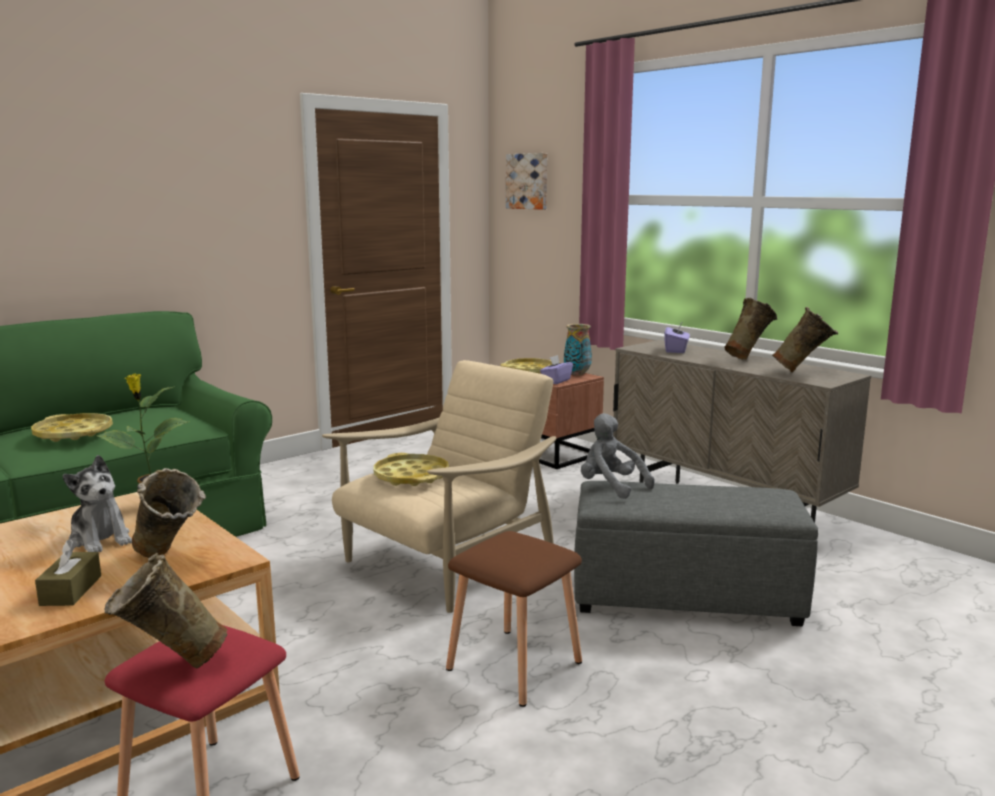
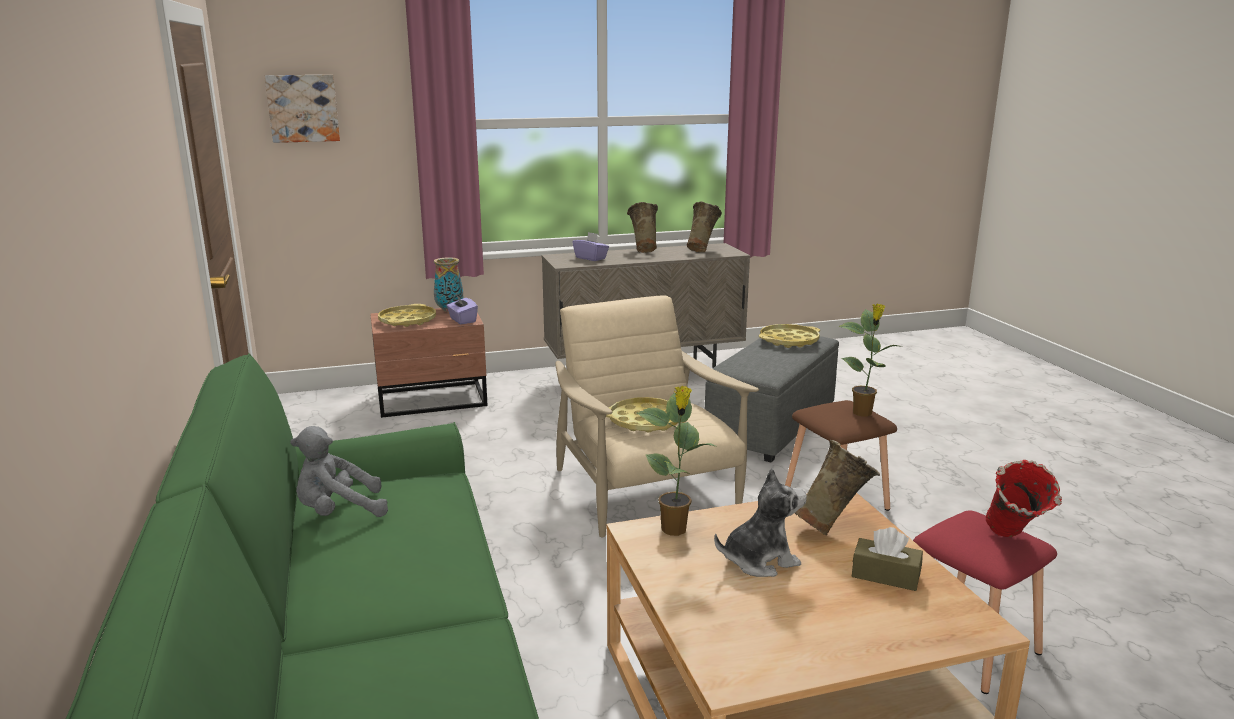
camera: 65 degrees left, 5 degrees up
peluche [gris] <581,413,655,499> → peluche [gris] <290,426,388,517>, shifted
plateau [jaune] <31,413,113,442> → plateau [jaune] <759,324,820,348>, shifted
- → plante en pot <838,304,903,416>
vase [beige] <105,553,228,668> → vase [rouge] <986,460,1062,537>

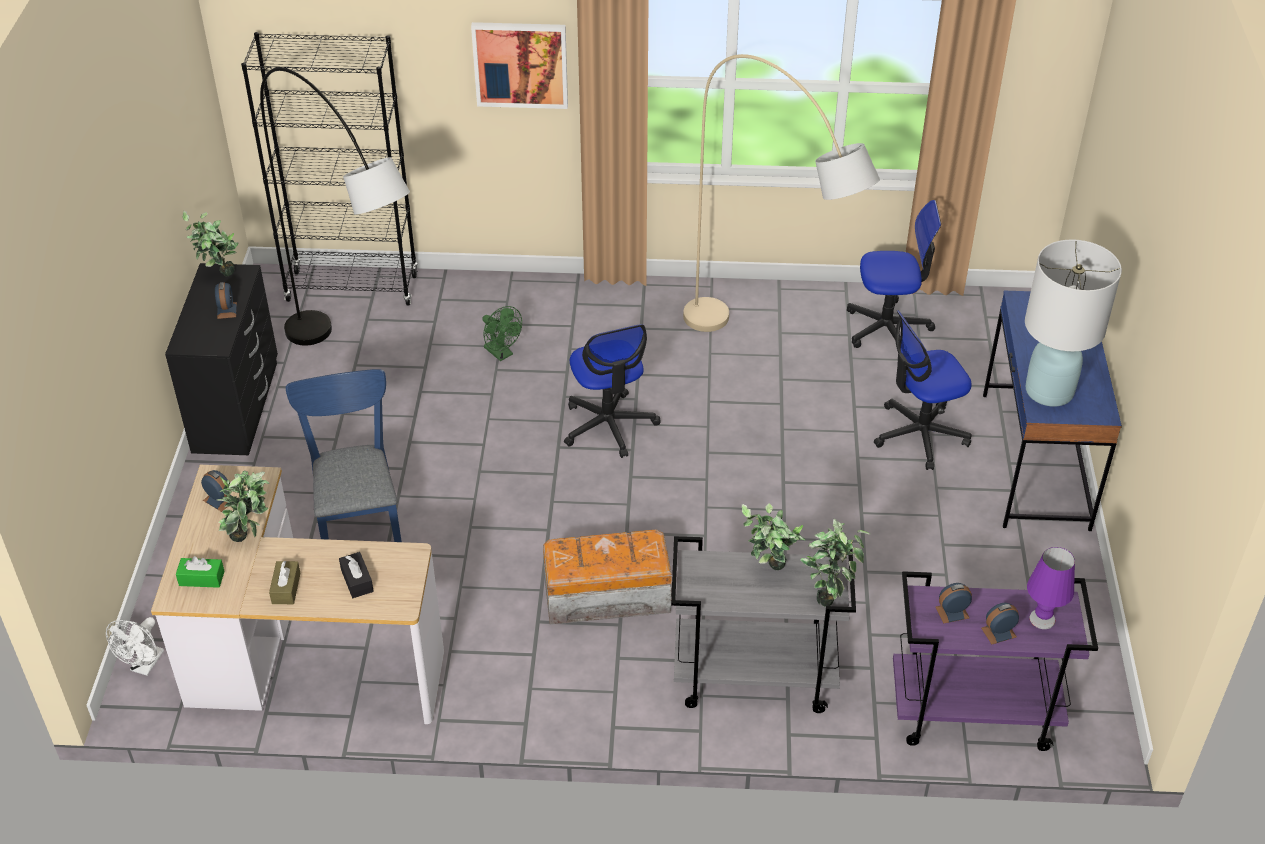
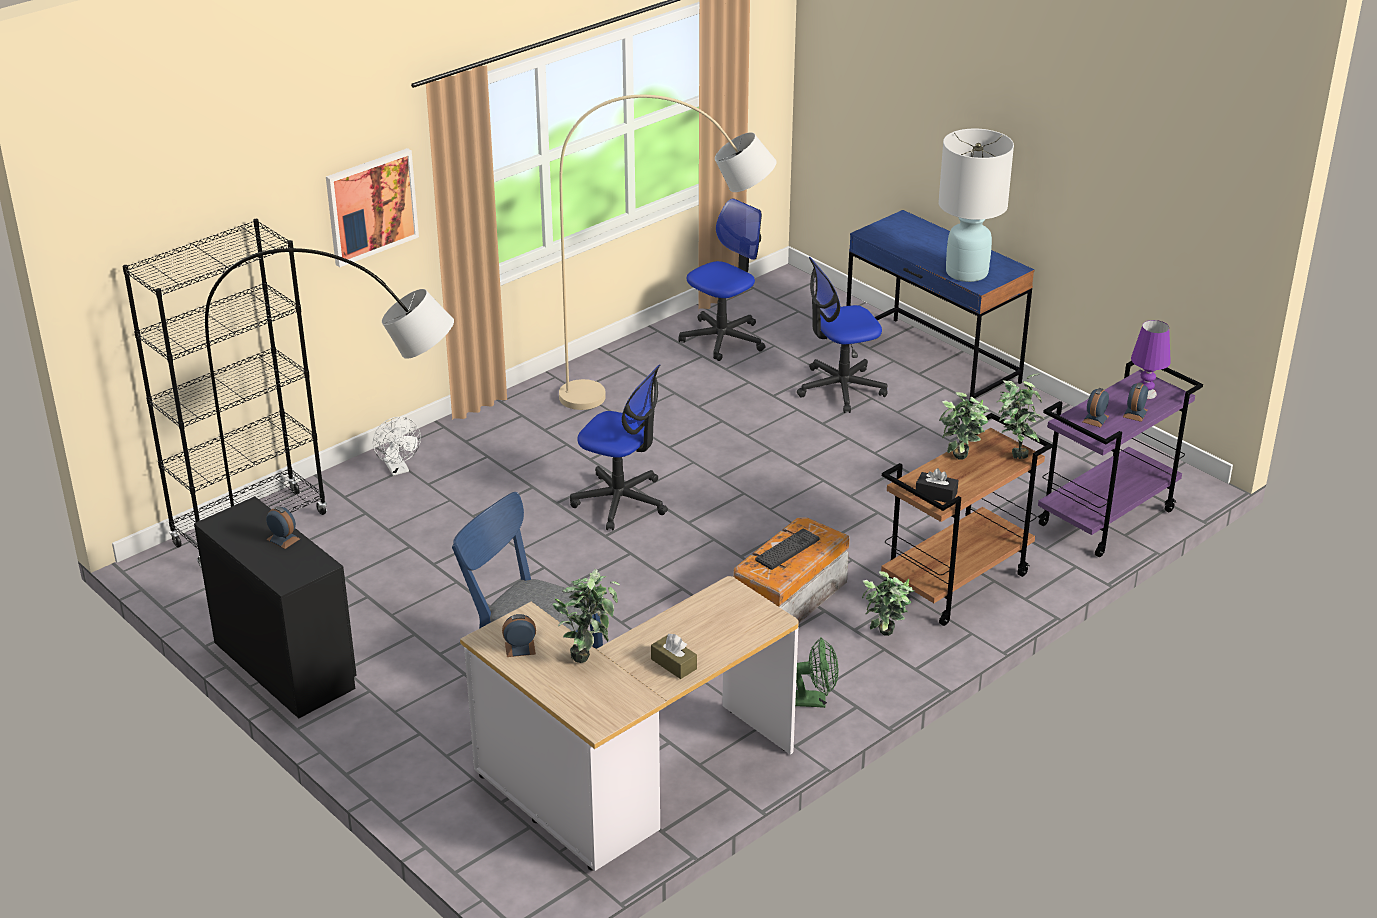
camera: 45 degrees left, 10 degrees down
ventilateur [blanc] <106,617,164,676> → ventilateur [blanc] <373,417,421,476>, shifted
- → clavier <755,529,820,570>
ventilateur [vert] <482,306,522,361> → ventilateur [vert] <795,637,839,708>, shifted
chaise de bureau <874,310,972,470> → chaise de bureau <797,257,888,413>, 45 degrees clockwise
plante en pot <182,211,239,276> → plante en pot <862,571,915,636>, shifted
chariot [gris] <671,536,856,713> → chariot [marron] <881,413,1053,626>
boîte à mouchoirs [noir] <339,552,374,598> → boîte à mouchoirs [noir] <915,468,958,503>, shifted
boîte à mouchoirs [vert] <176,556,225,588> → -

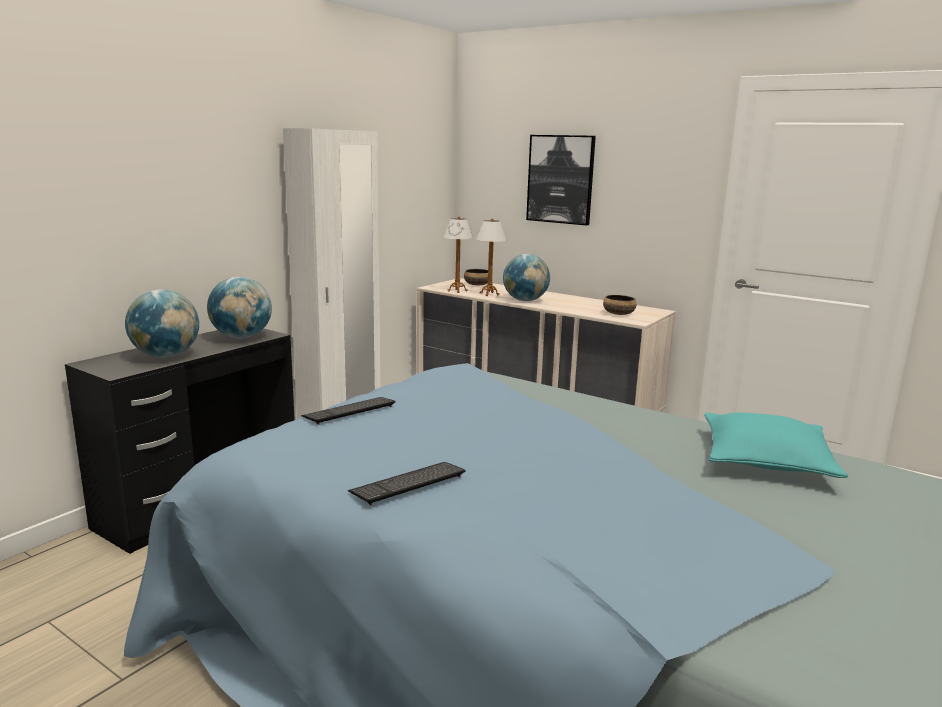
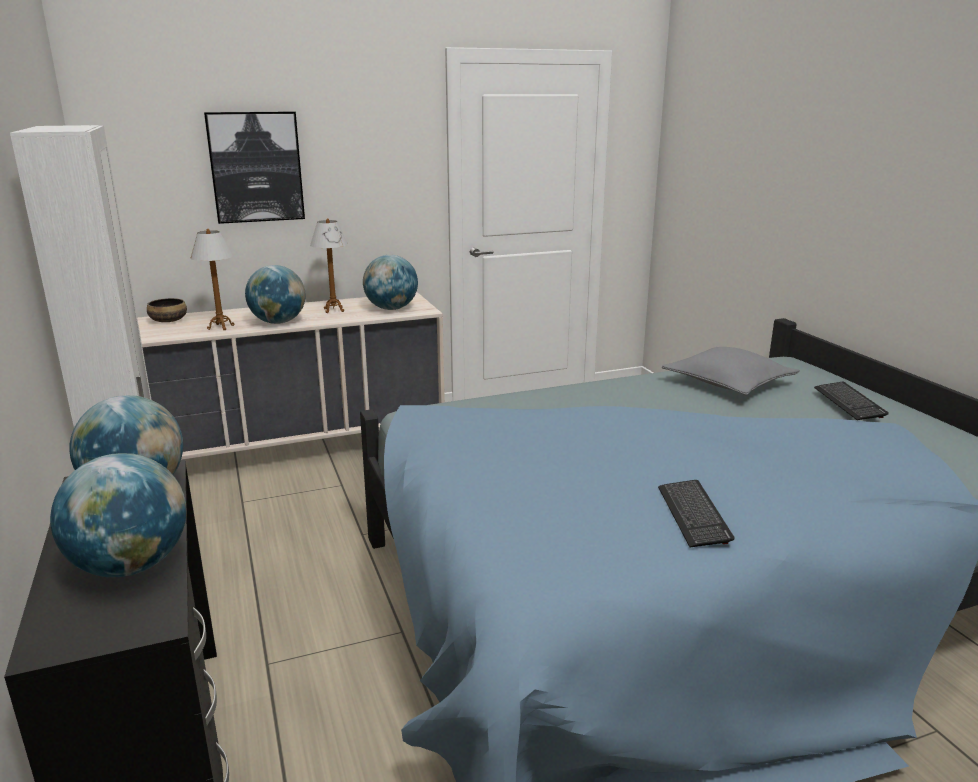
camera: 55 degrees left, 5 degrees up
lampe de table <444,216,473,293> → lampe de table <310,218,348,313>, shifted
bol <603,295,636,315> → globe <363,255,418,310>
coussin [turquoise] <704,412,848,478> → coussin [gris] <662,347,800,395>
clavier <301,397,395,425> → clavier <814,382,889,420>, shifted

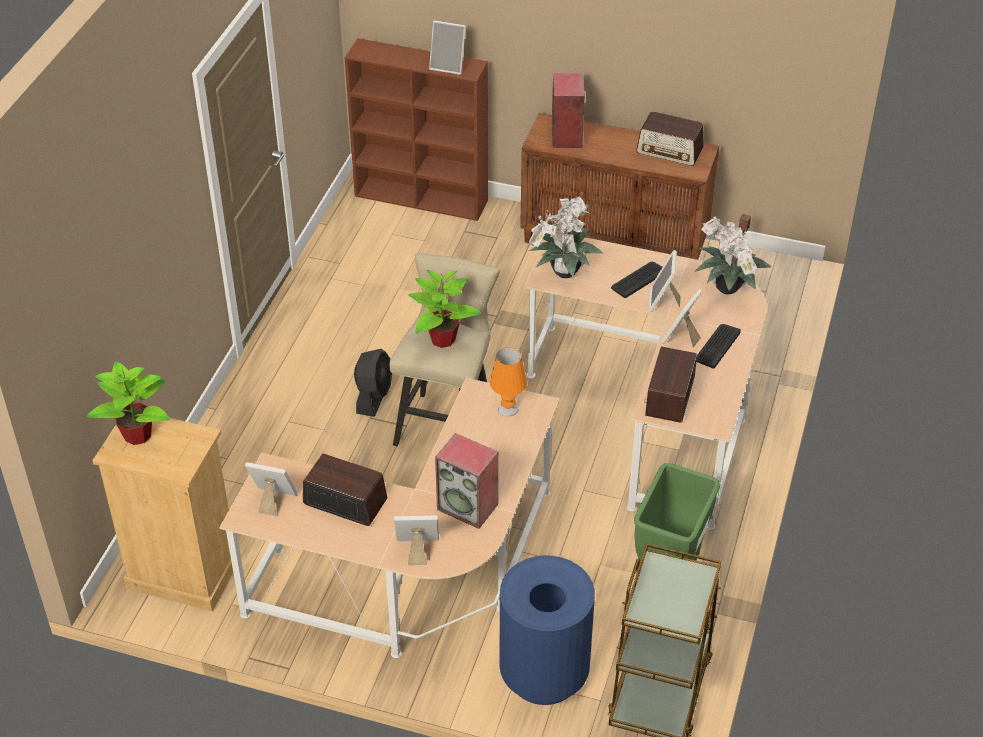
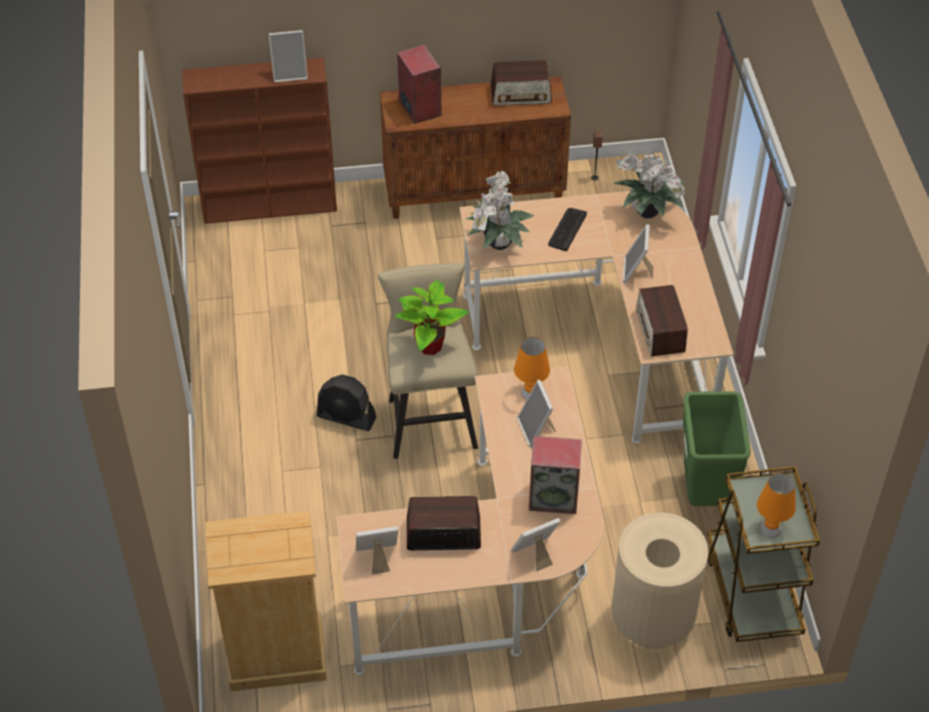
camera: 25 degrees left, 5 degrees up
ventilateur [noir] <354,349,392,417> → ventilateur [noir] <317,374,376,431>, 120 degrees clockwise
cadre photo <649,250,681,312> → cadre photo <517,380,556,447>, shifted
poubelle [bleu] <499,555,595,705> → poubelle [beige] <611,512,708,649>
- → lampe de table [orange] <757,473,796,537>
plante en pot <87,362,169,445> → -
clavier <696,324,741,369> → -

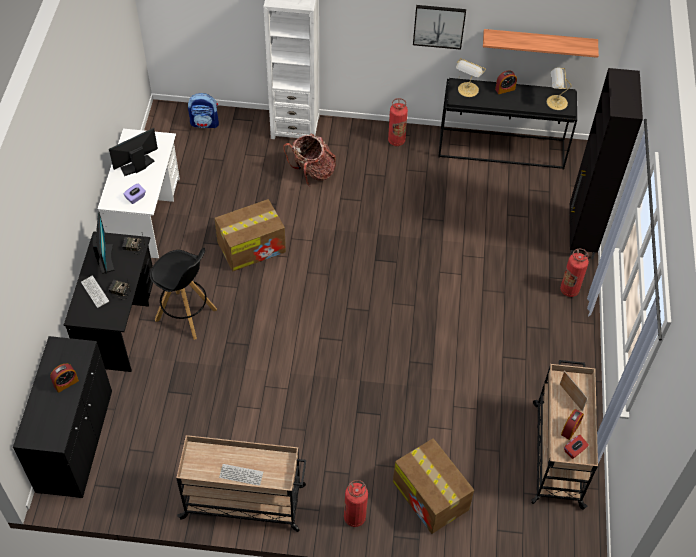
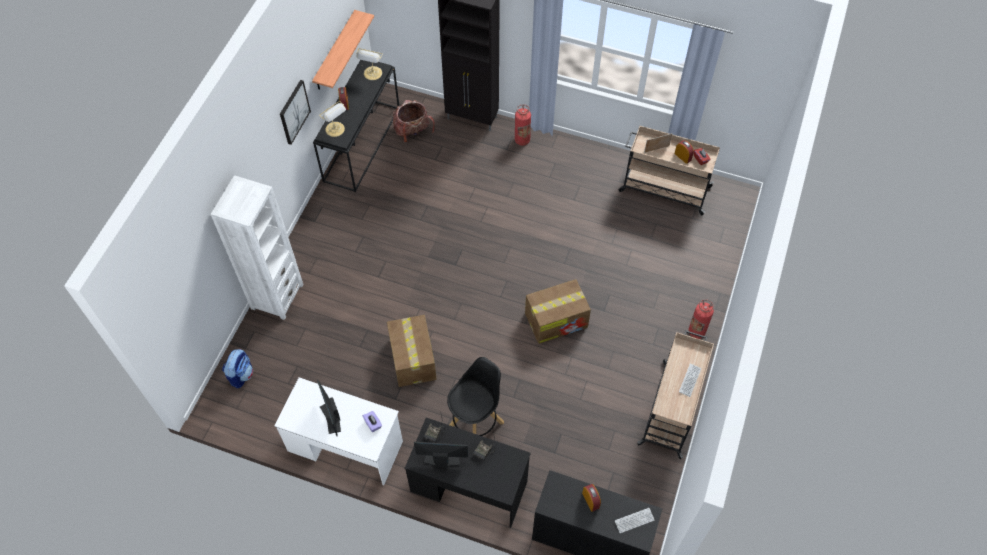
camera: 75 degrees left, 5 degrees up
sac à dos <283,134,336,186> → sac à dos <393,100,435,143>, shifted
carton <393,438,474,534> → carton <525,279,591,344>, shifted
clavier <81,275,109,308> → clavier <615,508,655,533>, shifted
extincteur <388,98,408,146> → -

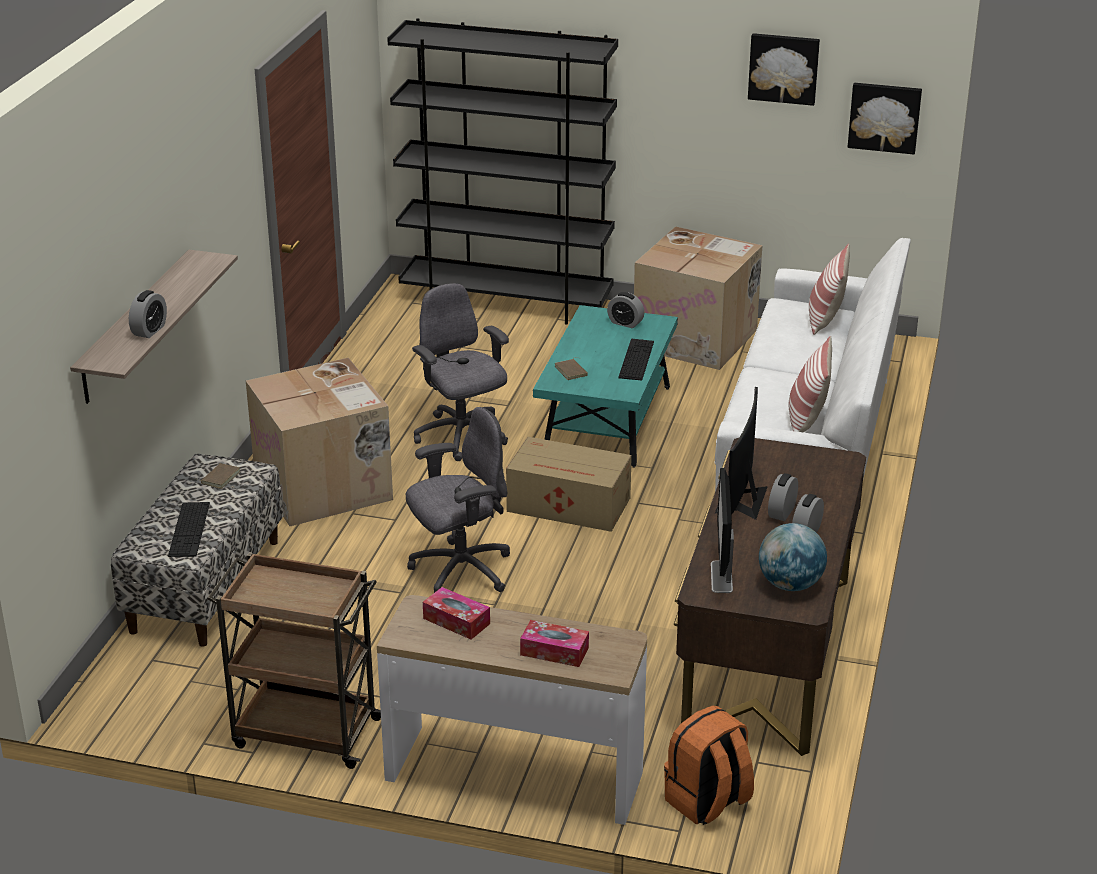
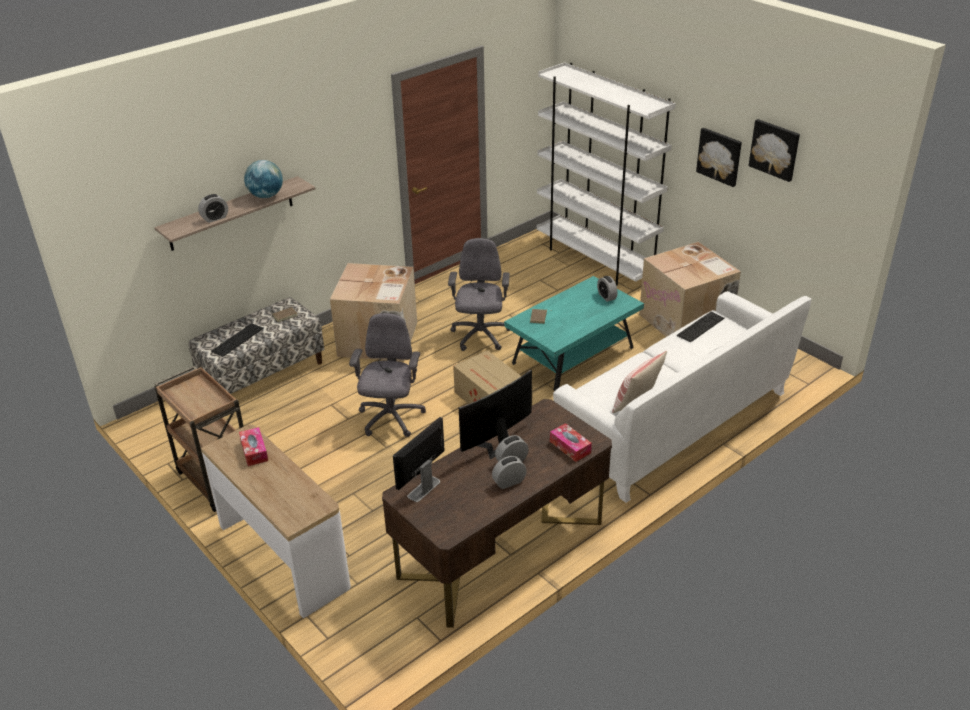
camera: 35 degrees right, 5 degrees up
globe <759,523,827,591> → globe <244,160,283,198>, shifted
chaise de bureau [gris] <406,407,510,593> → chaise de bureau [gris] <349,313,426,437>, 90 degrees counterclockwise
bibliothèque [noir] <387,18,618,325> → bibliothèque [blanc] <537,62,676,286>
boîte à mouchoirs <520,620,589,667> → boîte à mouchoirs <550,423,592,462>, shifted
clavier <618,339,654,381> → clavier <677,312,725,343>, shifted
tableau <848,83,922,155> → tableau <696,128,742,187>, shifted
sac à dos [orange] <664,705,754,825> → -
coussin <809,244,850,335> → -

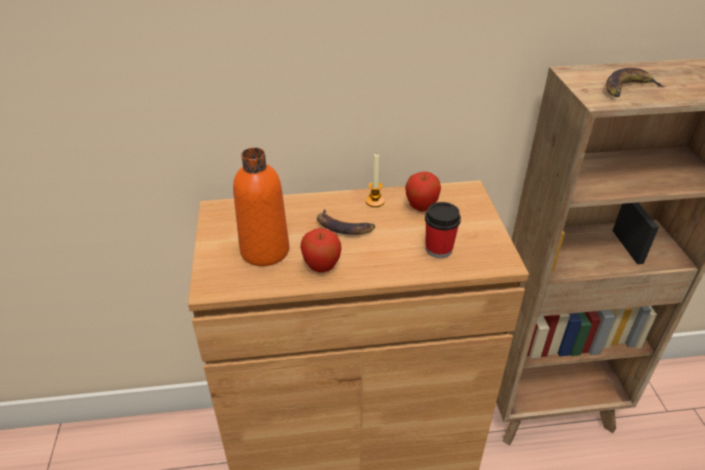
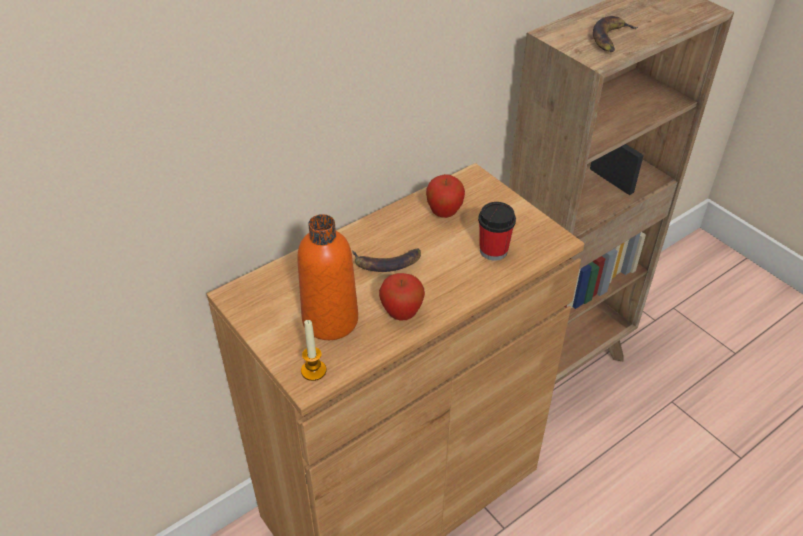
camera: 30 degrees left, 5 degrees up
bougie <366,153,385,207> → bougie <301,320,327,381>, shifted

